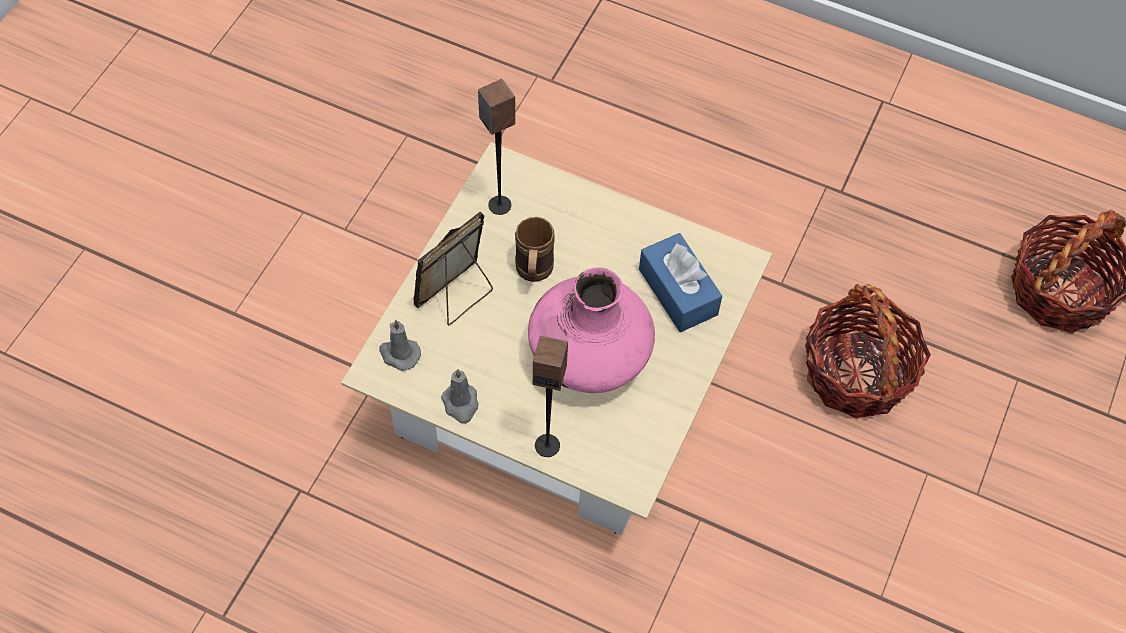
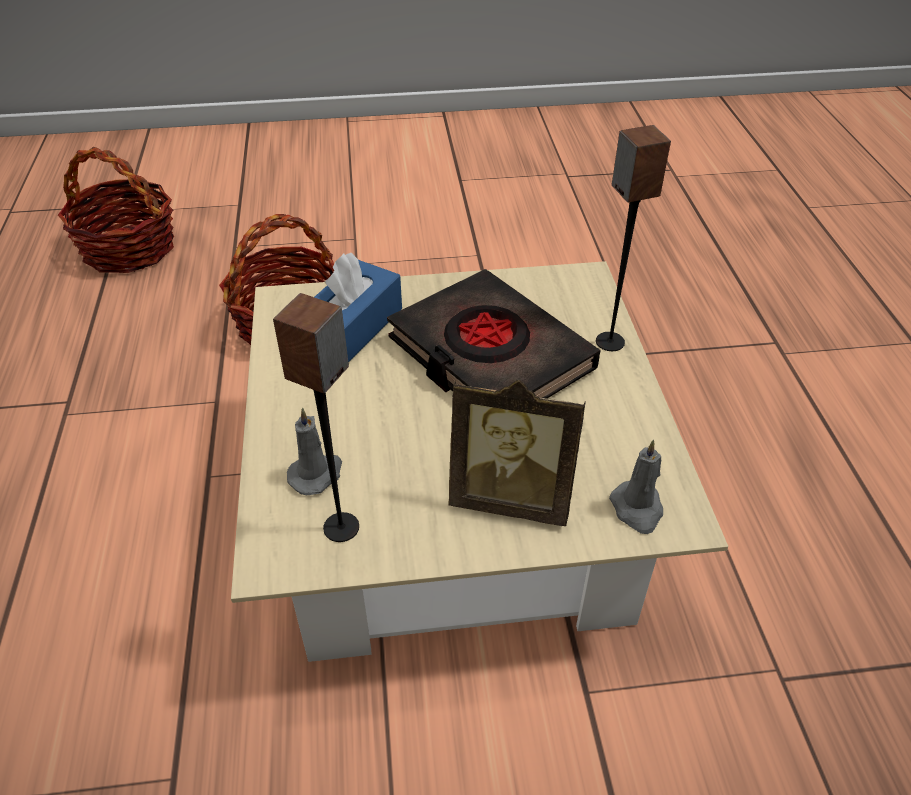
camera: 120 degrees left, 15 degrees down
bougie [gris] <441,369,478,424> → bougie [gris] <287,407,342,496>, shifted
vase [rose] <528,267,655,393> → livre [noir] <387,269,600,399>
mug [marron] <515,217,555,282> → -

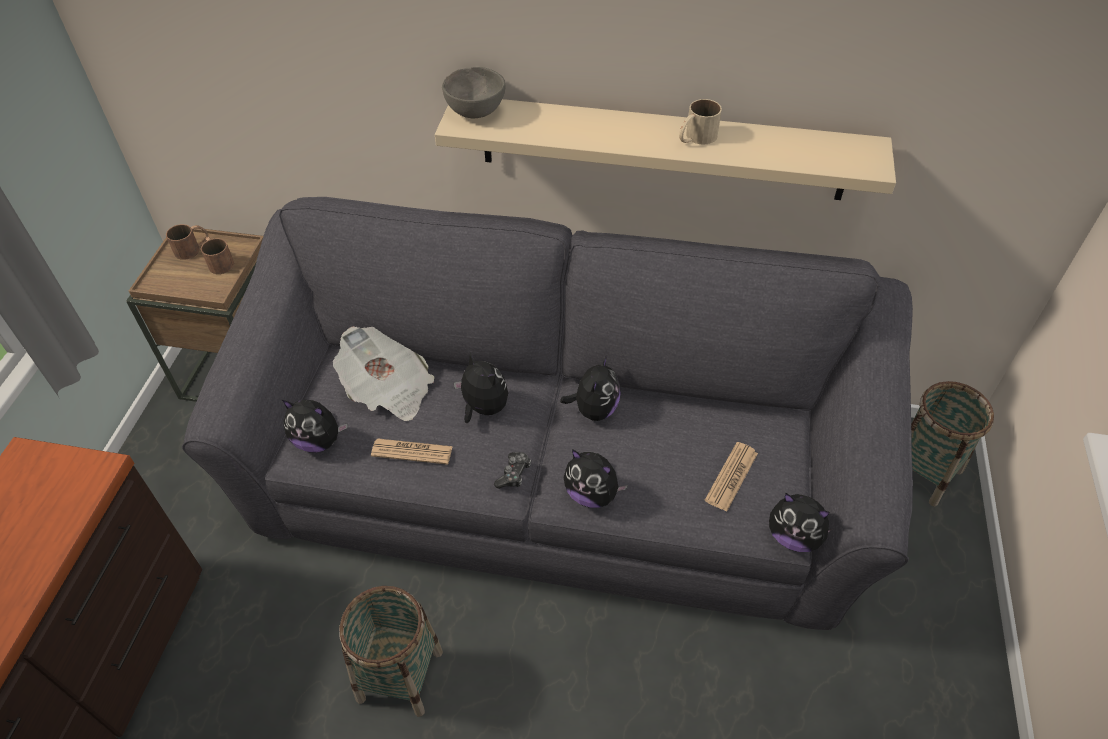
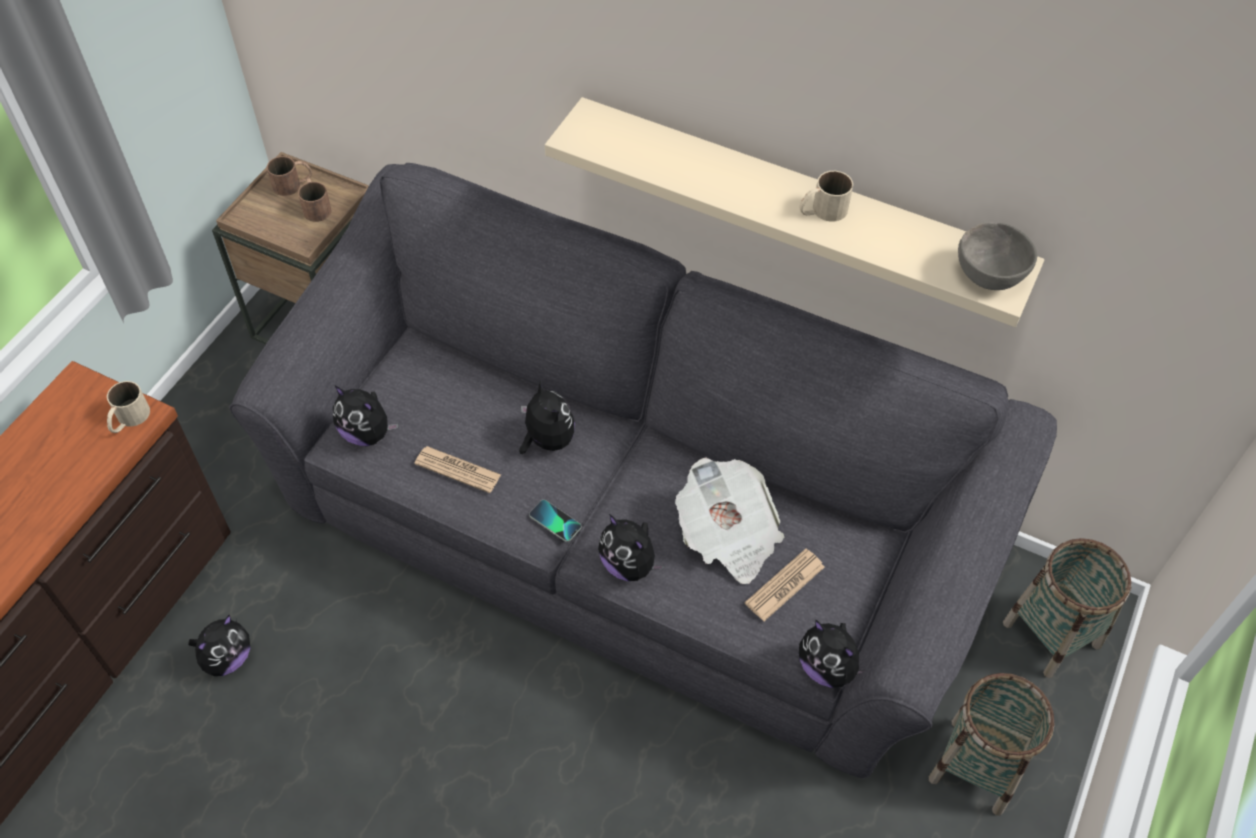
camera: 15 degrees right, 5 degrees up
- → mug [beige] <107,381,150,433>
peluche <560,355,621,421> → peluche <189,614,250,676>, shifted
manette <494,452,531,489> → téléphone <529,500,581,542>
journal <333,326,435,421> → journal <675,458,784,584>, shifted
panier <339,586,443,717> → panier <929,673,1055,816>, shifted
bol [gris] <442,67,505,118> → bol [gris] <958,222,1037,290>, shifted

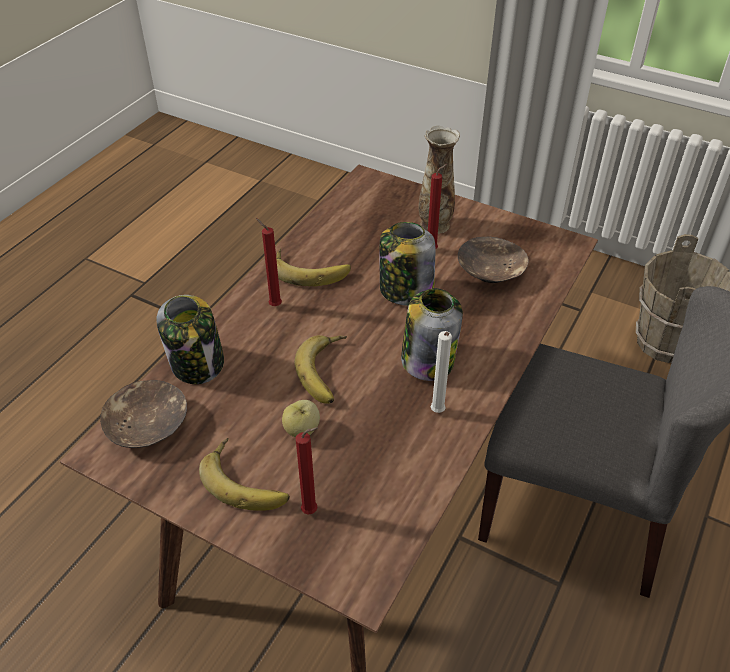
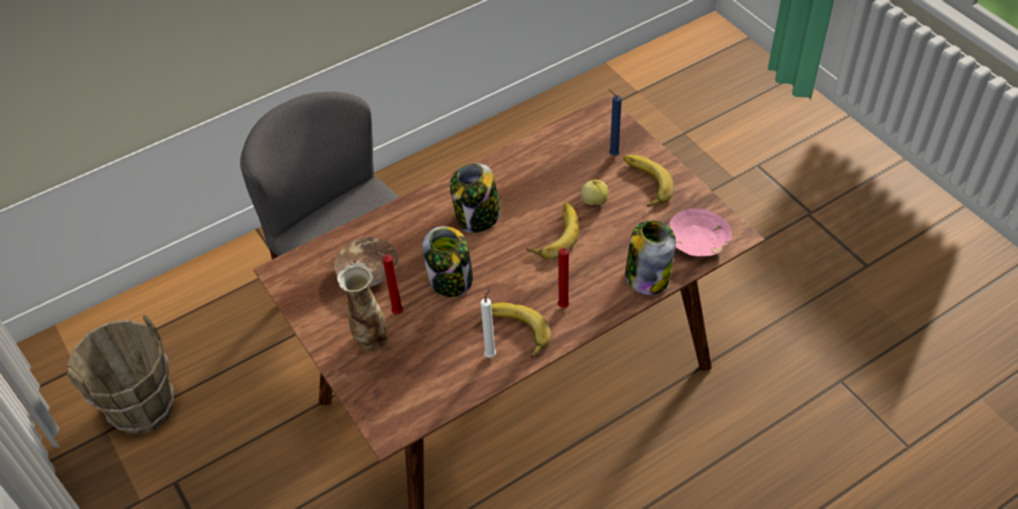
camera: 150 degrees left, 5 degrees up
bougie [blanc] <431,331,452,413> → bougie [blanc] <481,288,496,358>, shifted
bougie [rouge] <296,427,318,515> → bougie [bleu] <609,89,622,156>
bol [marron] <100,380,187,448> → bol [rose] <668,208,732,256>

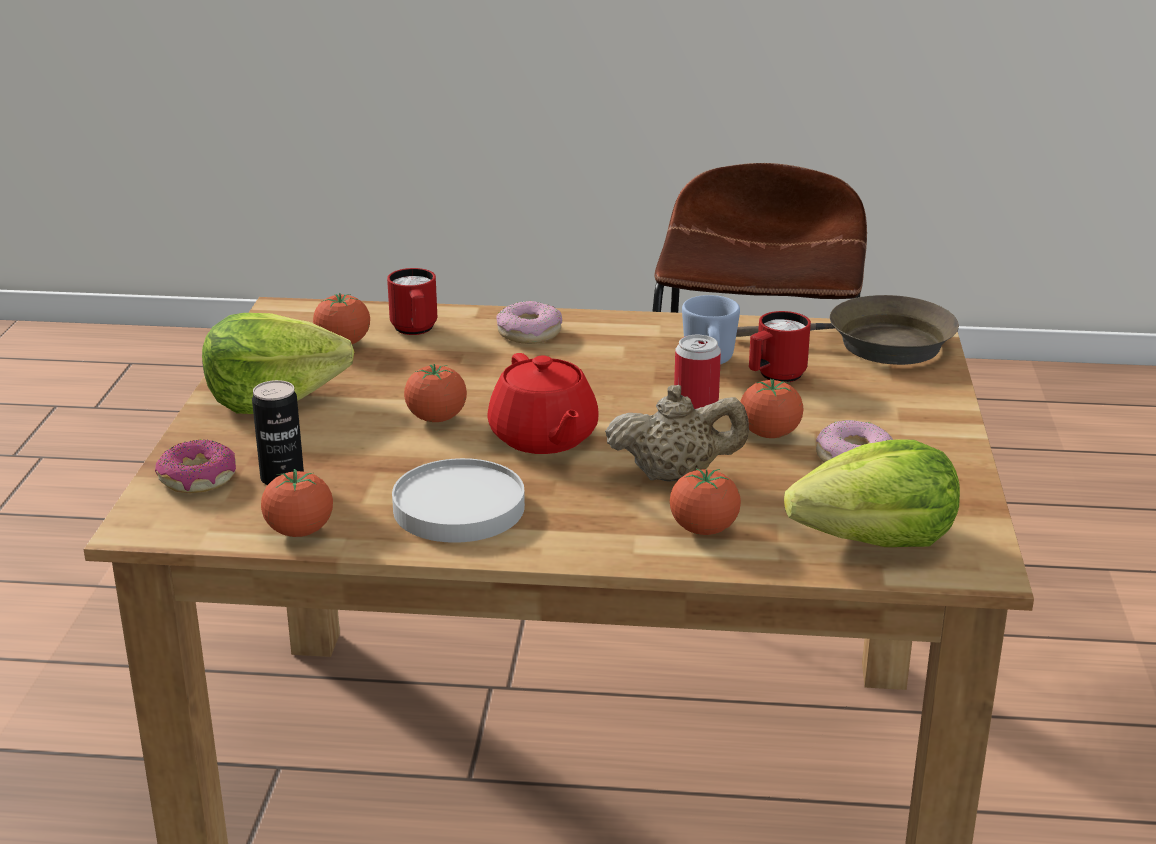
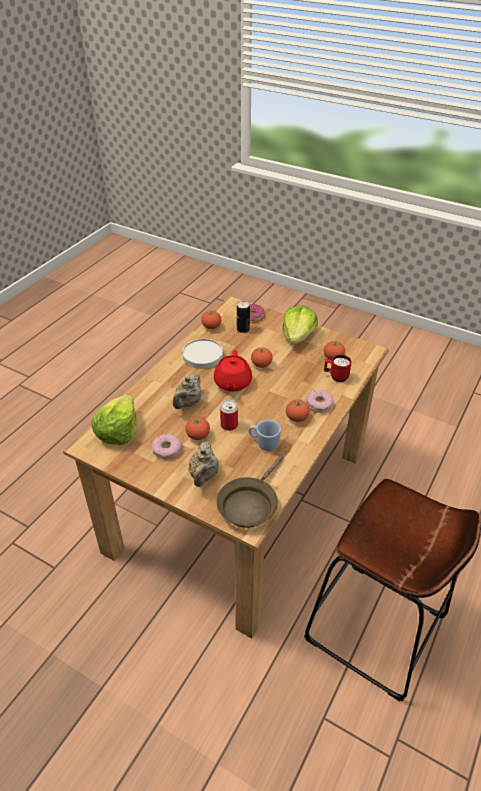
camera: 115 degrees right, 15 degrees up
- → théière [beige] <188,441,219,487>
théière [rouge] <487,353,599,454> → théière [rouge] <214,350,252,392>, 90 degrees counterclockwise
tomate <670,469,741,535> → tomate <286,399,310,422>, shifted
mug [rouge] <749,311,811,382> → -

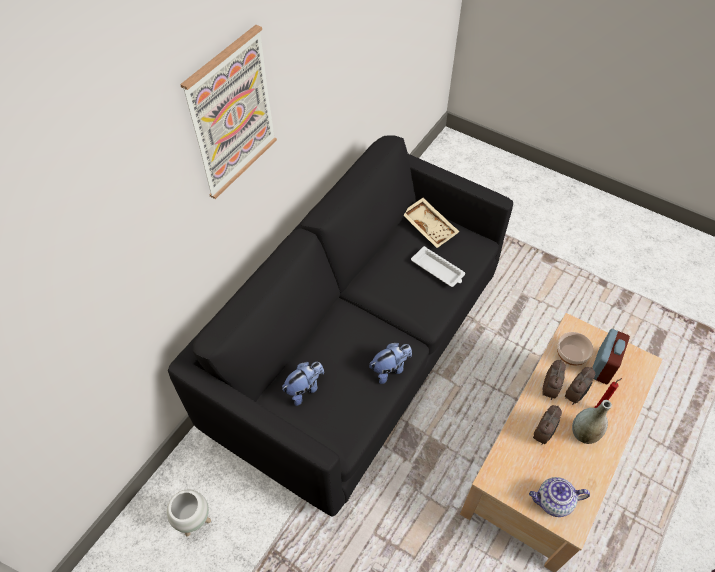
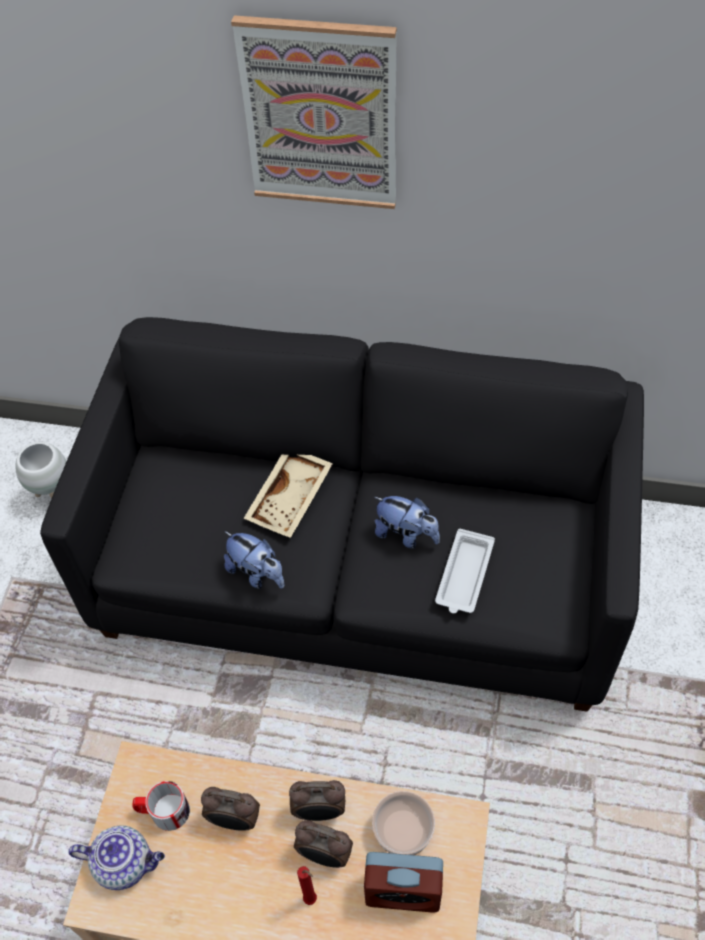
camera: 70 degrees right, 0 degrees up
théière <529,477,590,517> → théière <68,826,165,890>, 120 degrees clockwise
- → mug <132,781,190,831>
plateau [beige] <403,198,460,248> → plateau [beige] <243,455,333,538>, shifted
peluche <282,362,324,406> → peluche <374,496,440,548>, shifted
vase [gris] <572,400,612,444> → -

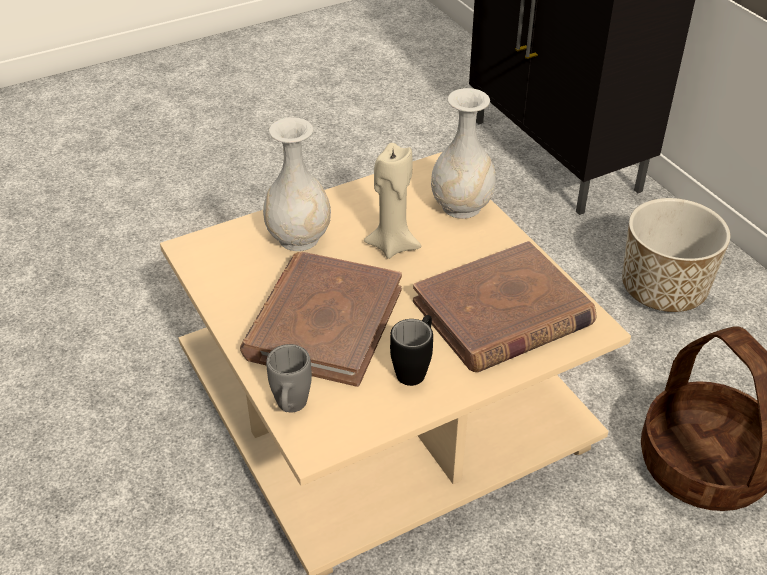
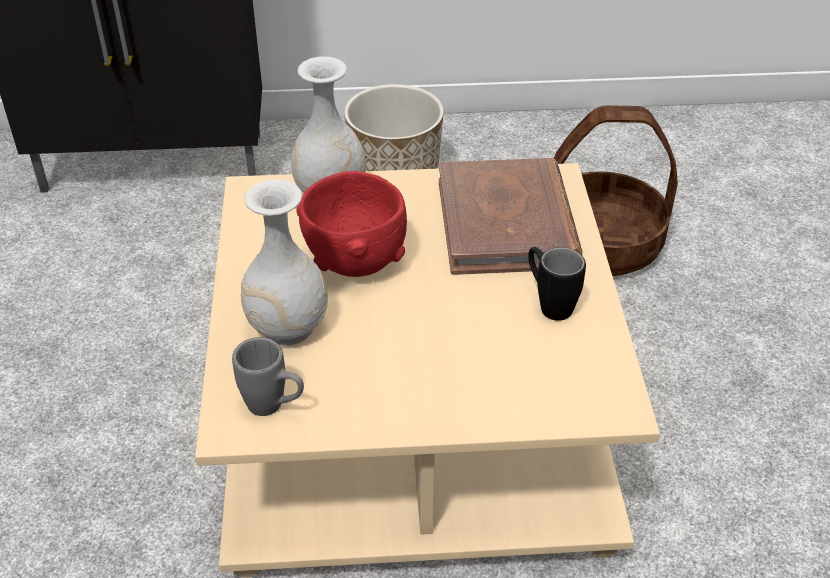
camera: 65 degrees left, 0 degrees up
mug [gris] <266,344,312,412> → mug [gris] <232,337,304,416>, shifted
bougie [beige] <364,143,421,259> → bol [rouge] <296,171,407,277>
livre [marron] <240,252,402,387> → -

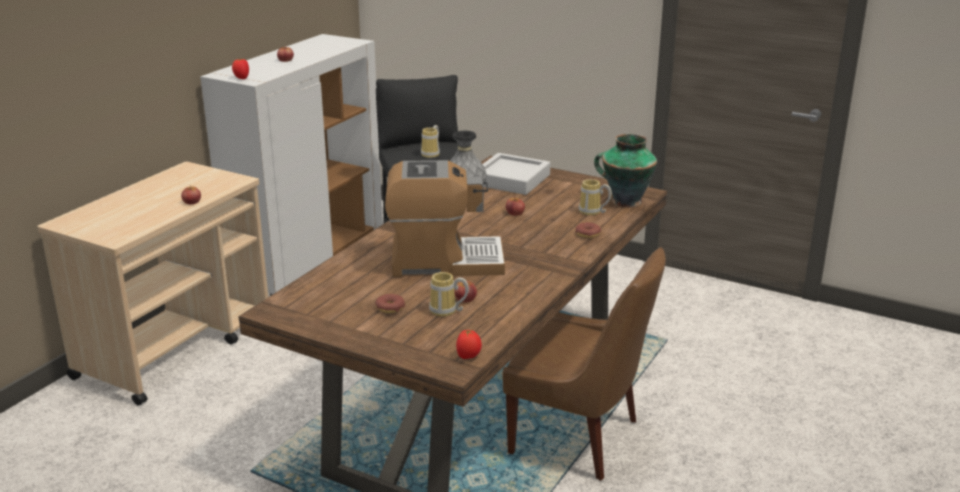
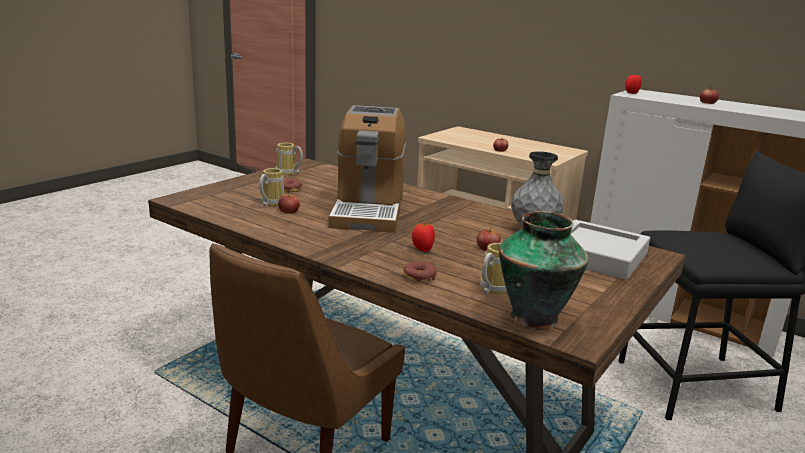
camera: 95 degrees right, 5 degrees down
mug <421,125,440,158> → mug <276,143,303,176>, shifted
tomate <456,330,482,359> → tomate <412,223,435,252>, shifted

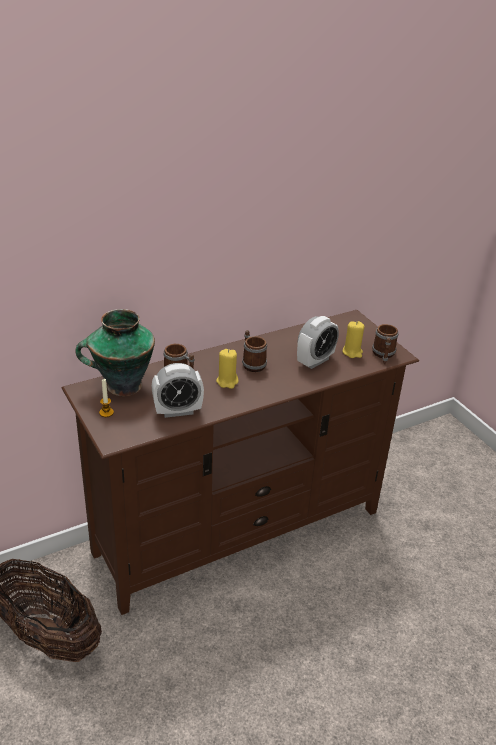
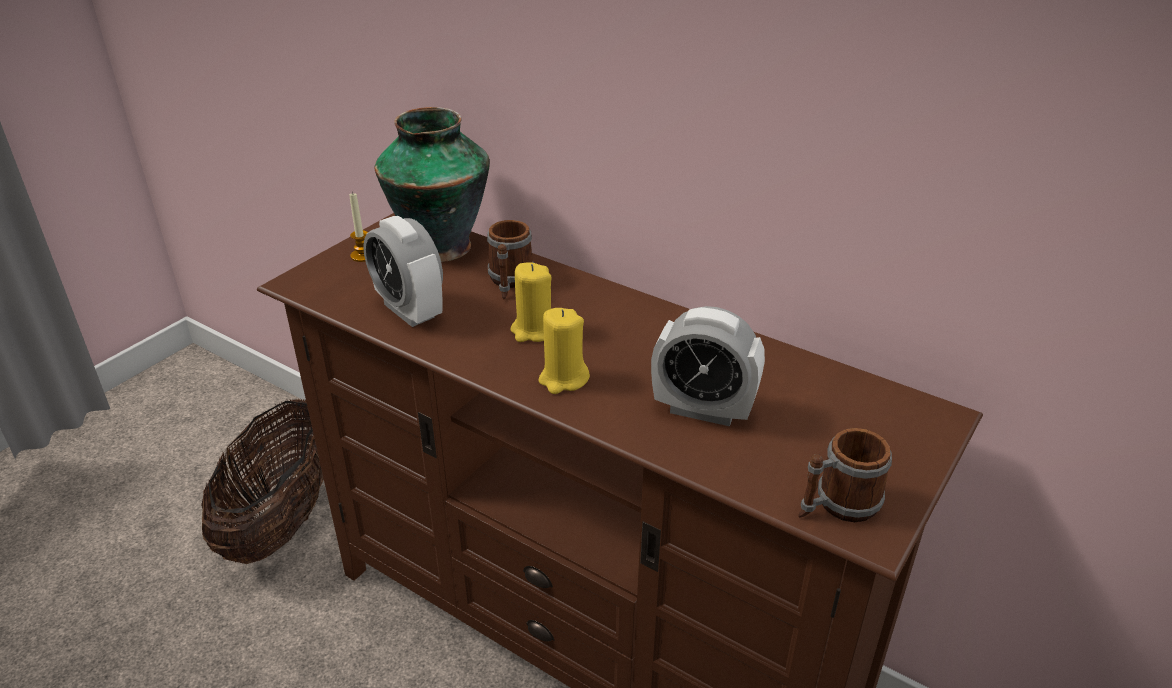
camera: 65 degrees right, 0 degrees up
bougie [jaune] <343,321,364,358> → bougie [jaune] <538,308,590,394>, shifted
mug <242,330,267,372> → -

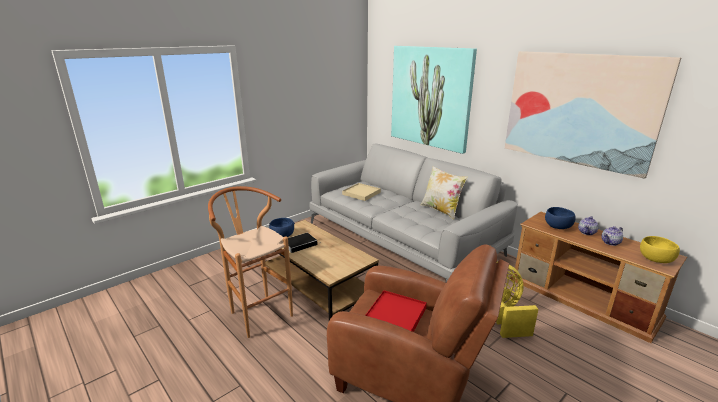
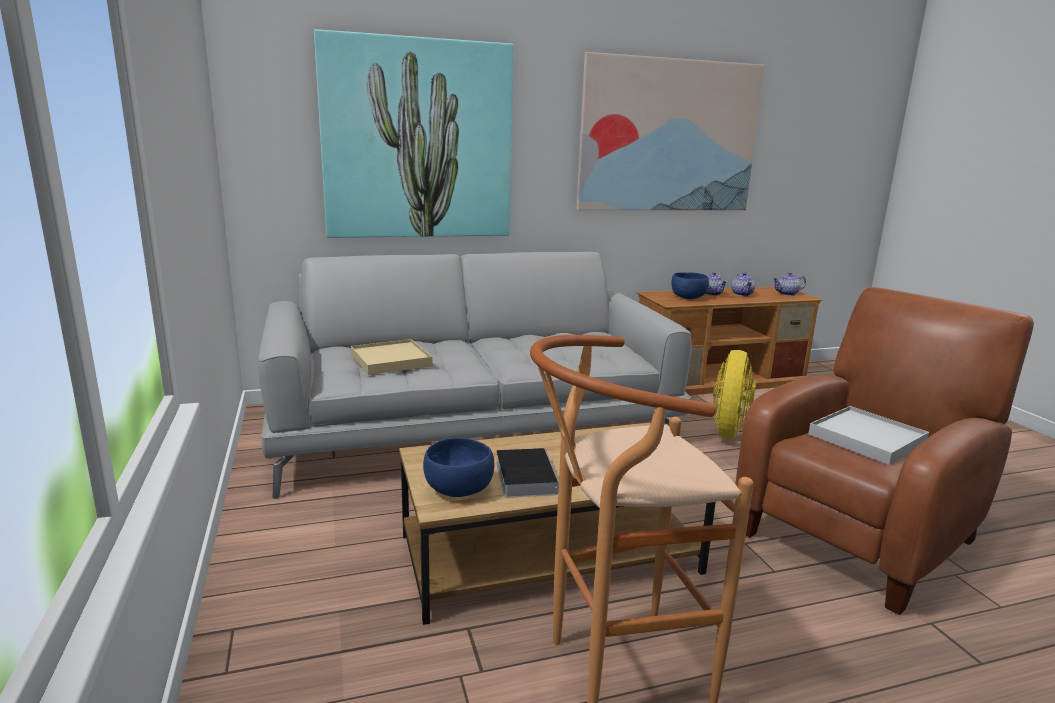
camera: 65 degrees left, 5 degrees down
bol [jaune] <640,236,680,263> → théière <773,272,806,296>
plateau [rouge] <365,290,427,332> → plateau [blanc] <808,406,929,465>
coussin <421,166,468,220> → -

